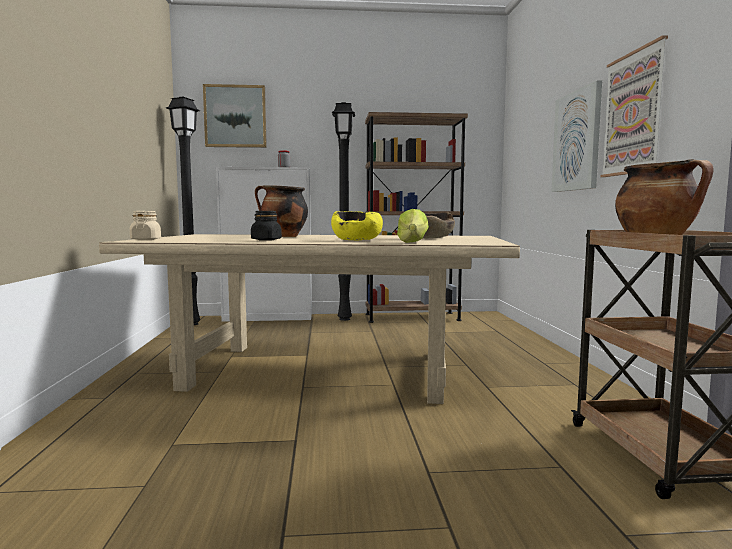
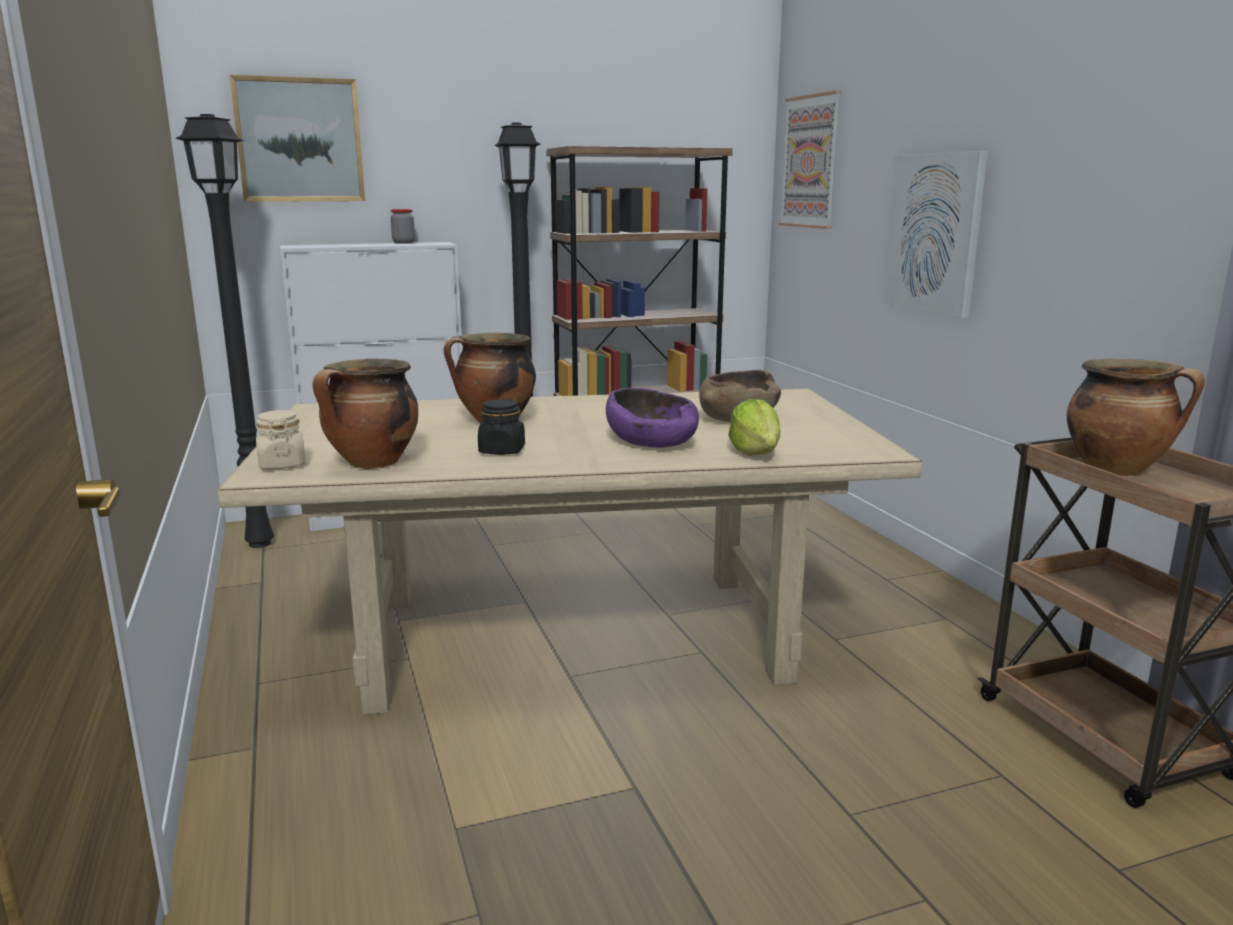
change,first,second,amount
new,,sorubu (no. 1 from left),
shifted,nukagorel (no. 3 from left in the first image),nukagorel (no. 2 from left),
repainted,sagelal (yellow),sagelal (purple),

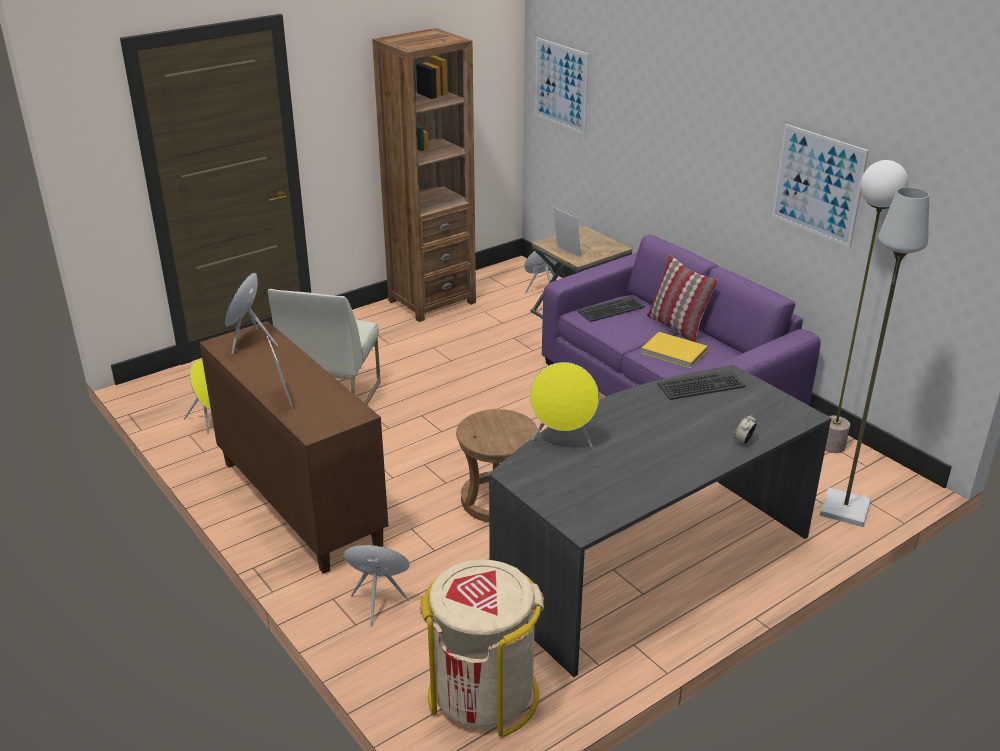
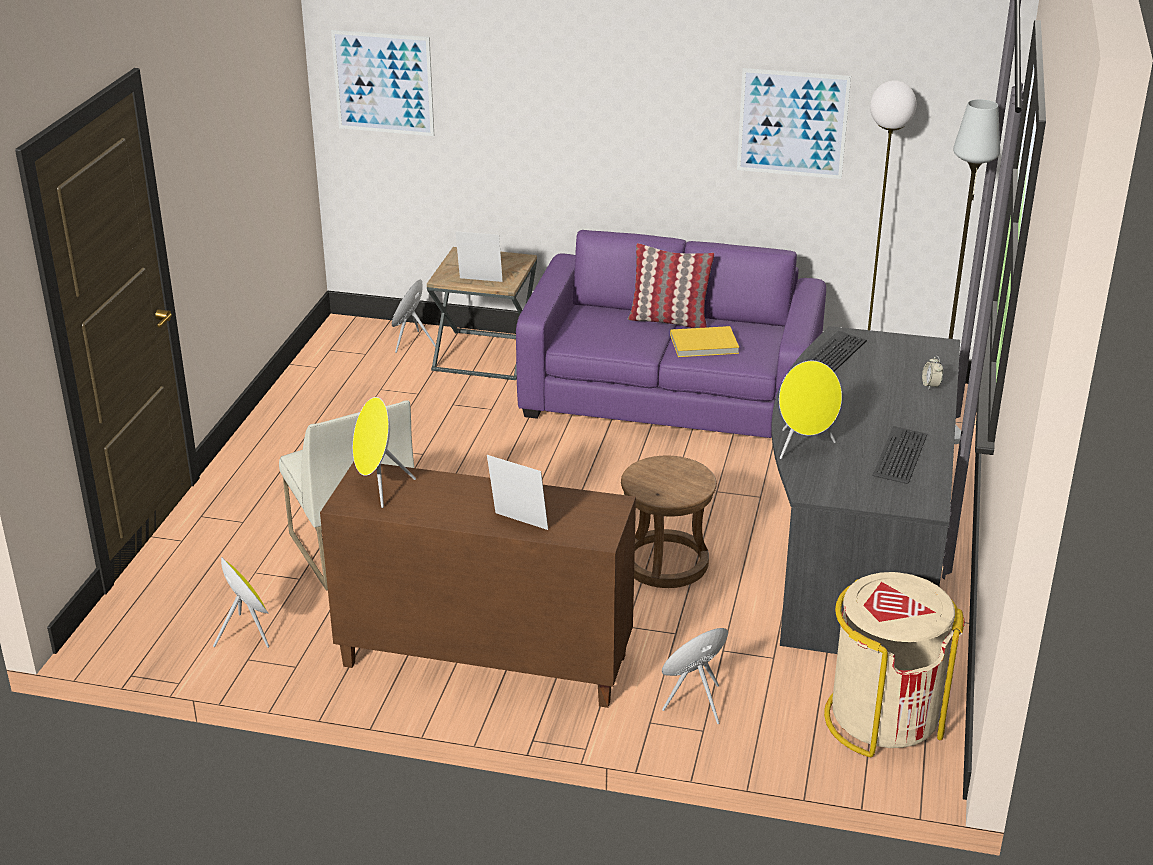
change,first,second,amount
gone,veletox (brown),,
shifted,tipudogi (no. 1 from left in the first image),tipudogi (no. 2 from left),

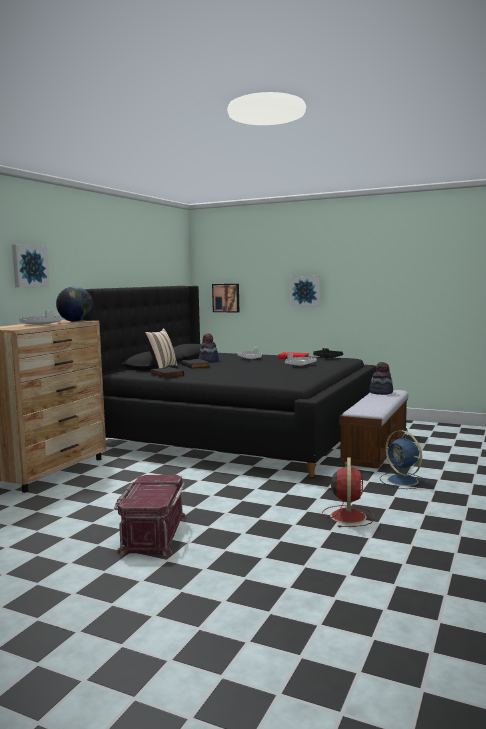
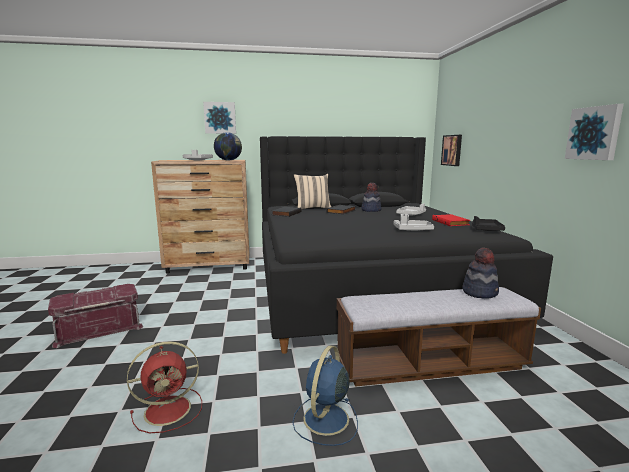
change,first,second,amount
shifted,nukagorel (no. 3 from left),,

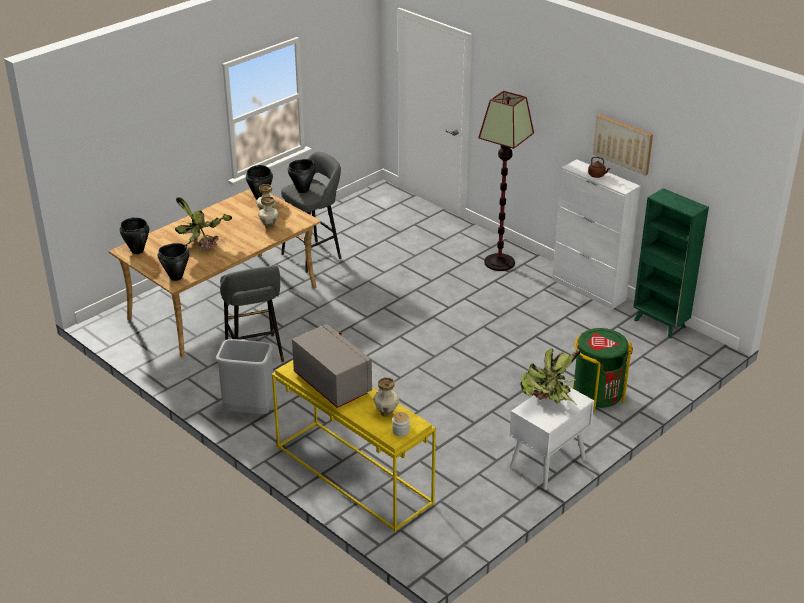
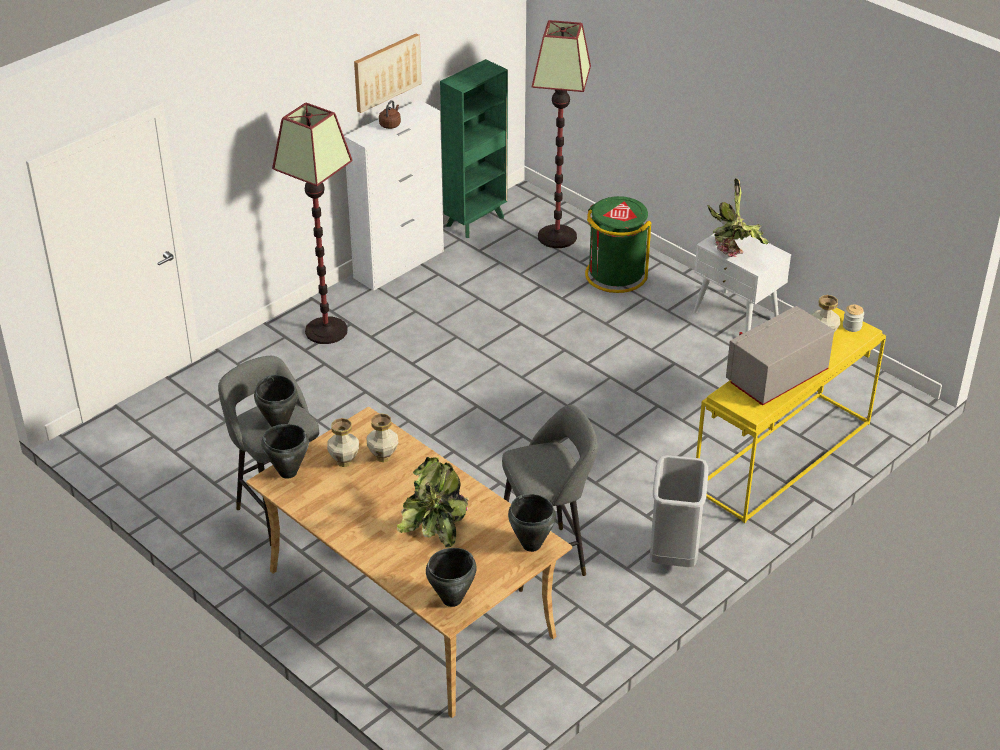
change,first,second,amount
new,,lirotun (no. 2 from left),

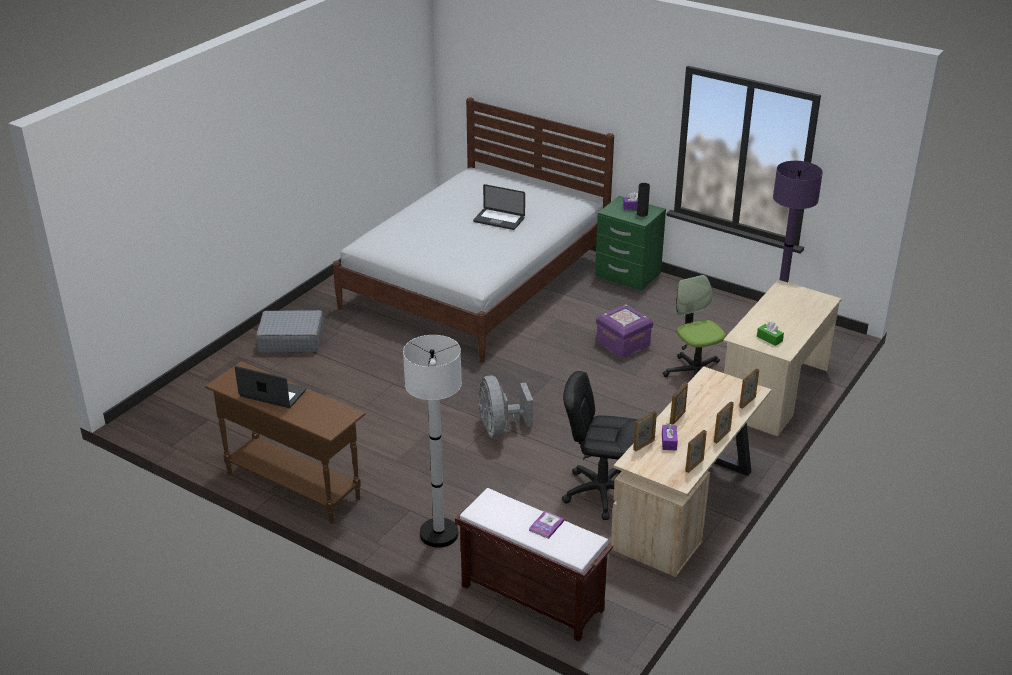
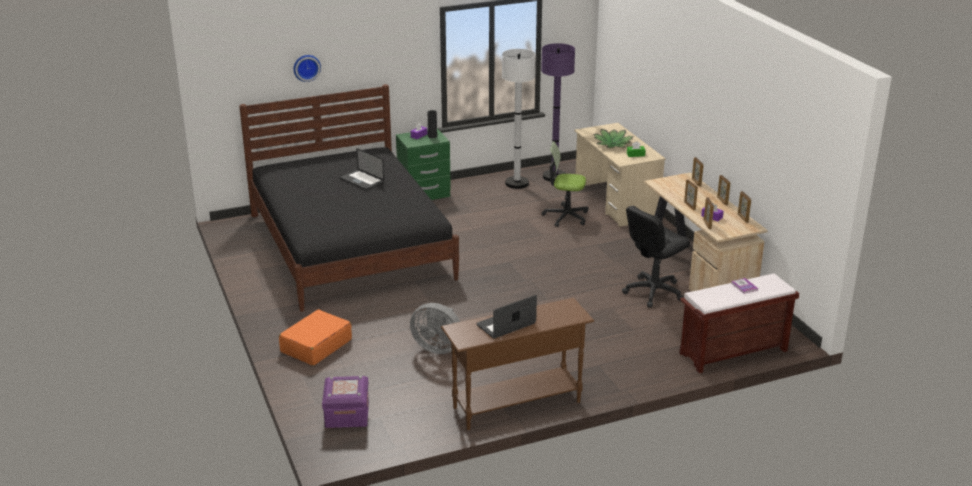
change,first,second,amount
new,,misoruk,
new,,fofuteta,
shifted,lirotun (white),,
shifted,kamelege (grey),,
shifted,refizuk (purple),,
repainted,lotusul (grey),lotusul (orange),
repainted,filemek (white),filemek (black),
rotated,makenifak (no. 2 from left in the first image),makenifak (no. 1 from left),75 degrees clockwise

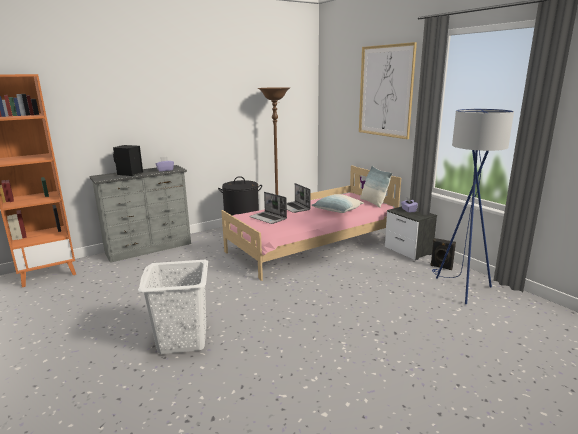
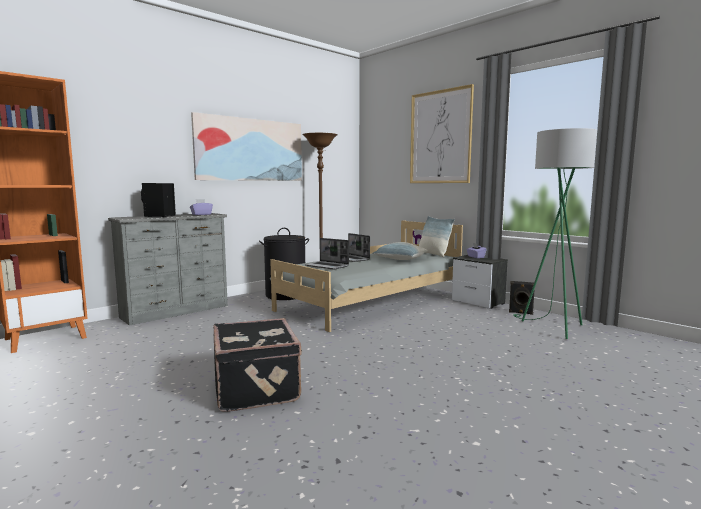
change,first,second,amount
new,,nukagorel (no. 1 from left),
swapped,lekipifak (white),lotusul (black),
repainted,filemek (pink),filemek (grey),
repainted,lirotun (blue),lirotun (green),

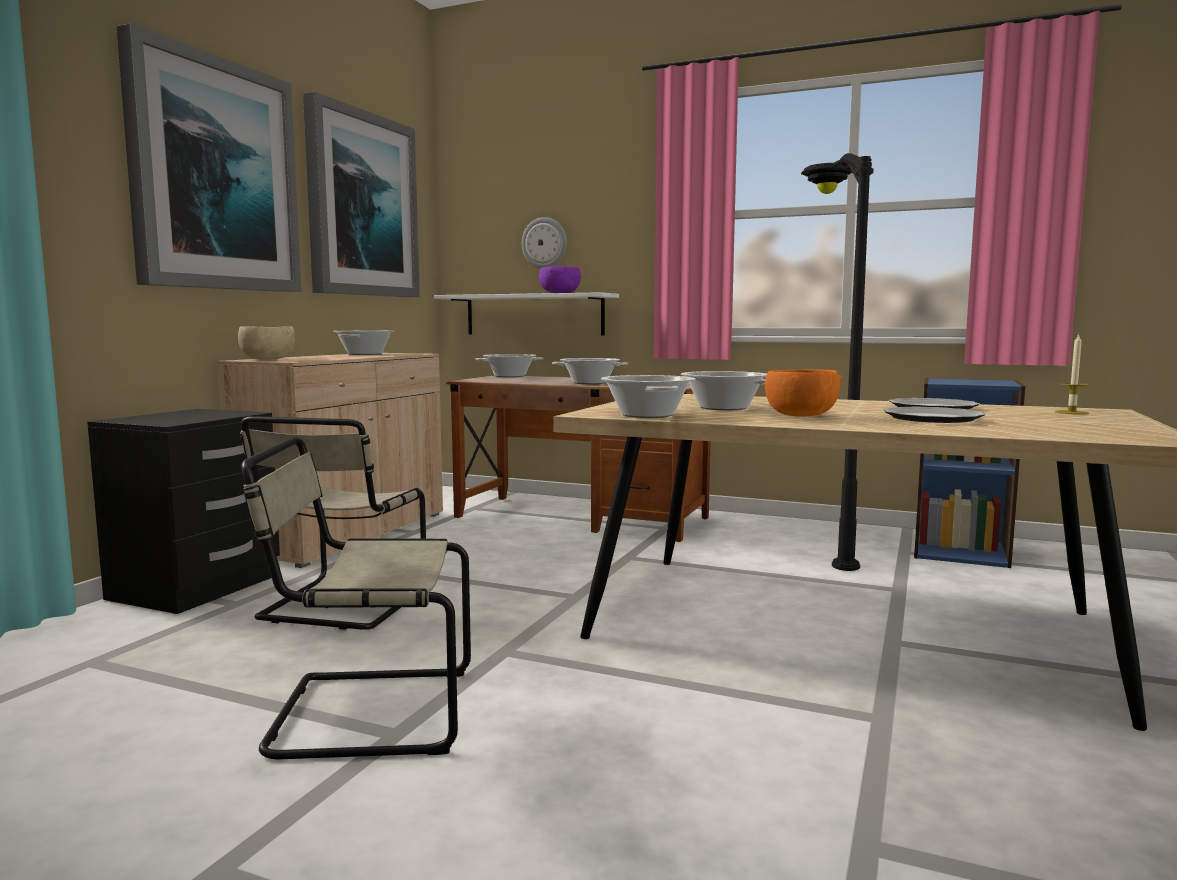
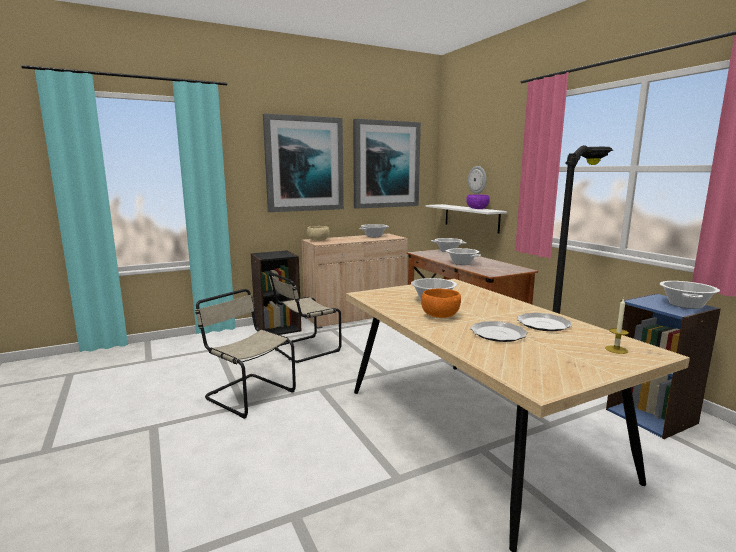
change,first,second,amount
shifted,sorubu (no. 4 from left in the first image),sorubu (no. 5 from left),
swapped,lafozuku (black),veletox (black),

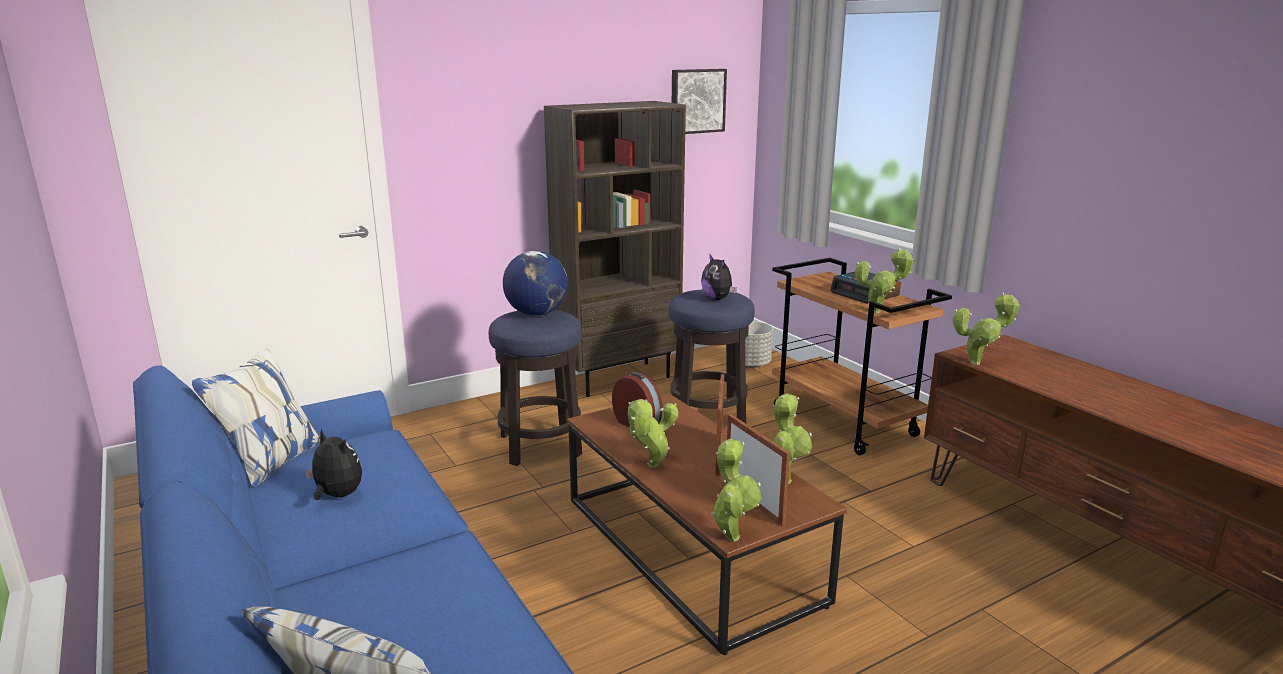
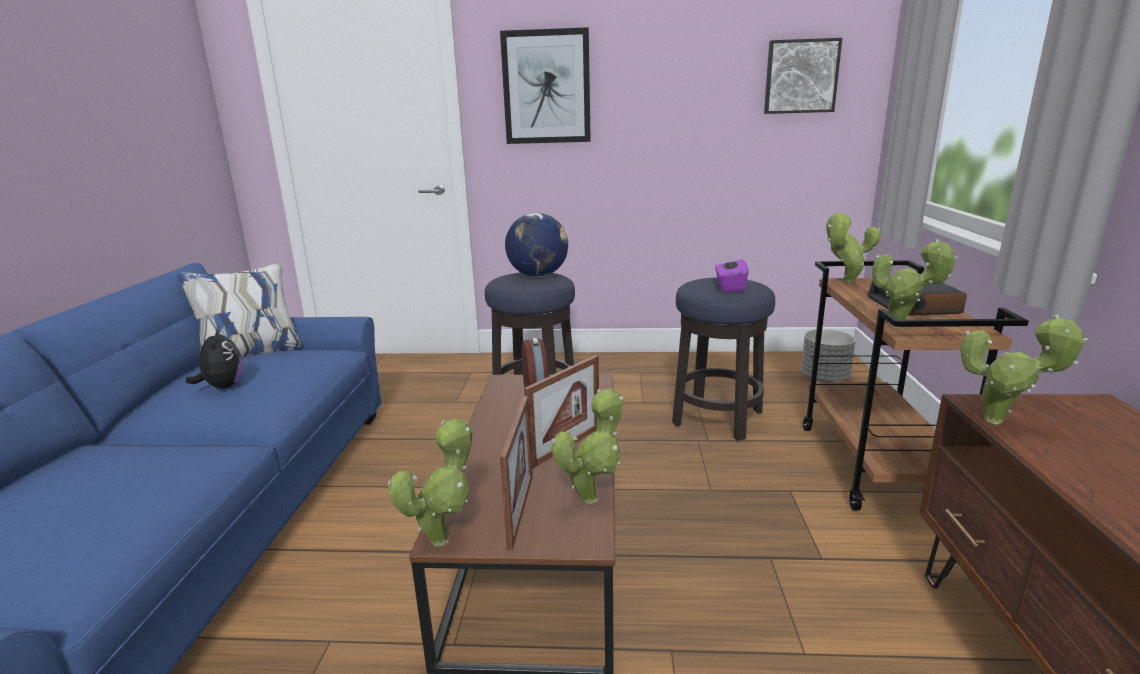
change,first,second,amount
gone,veletox (brown),,
new,,nukagorel (no. 1 from left),
shifted,fofuteta (no. 1 from left in the first image),fofuteta (no. 3 from left),
swapped,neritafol (no. 2 from left),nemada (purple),

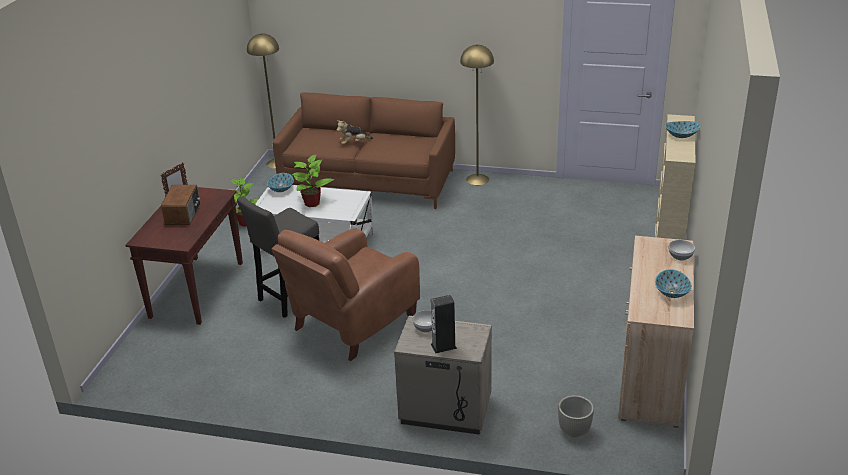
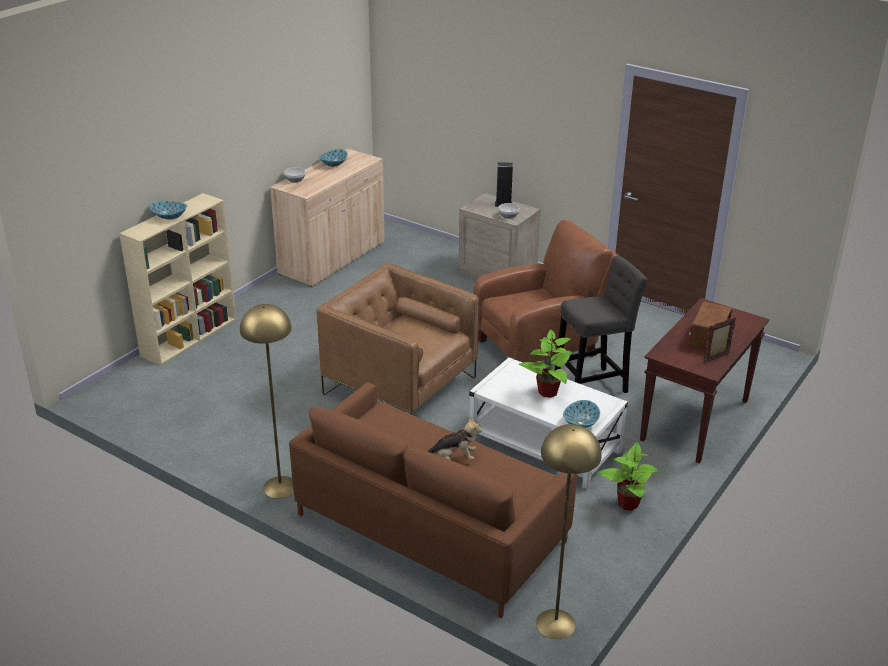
change,first,second,amount
gone,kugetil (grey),,
new,,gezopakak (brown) (no. 1 from left),

